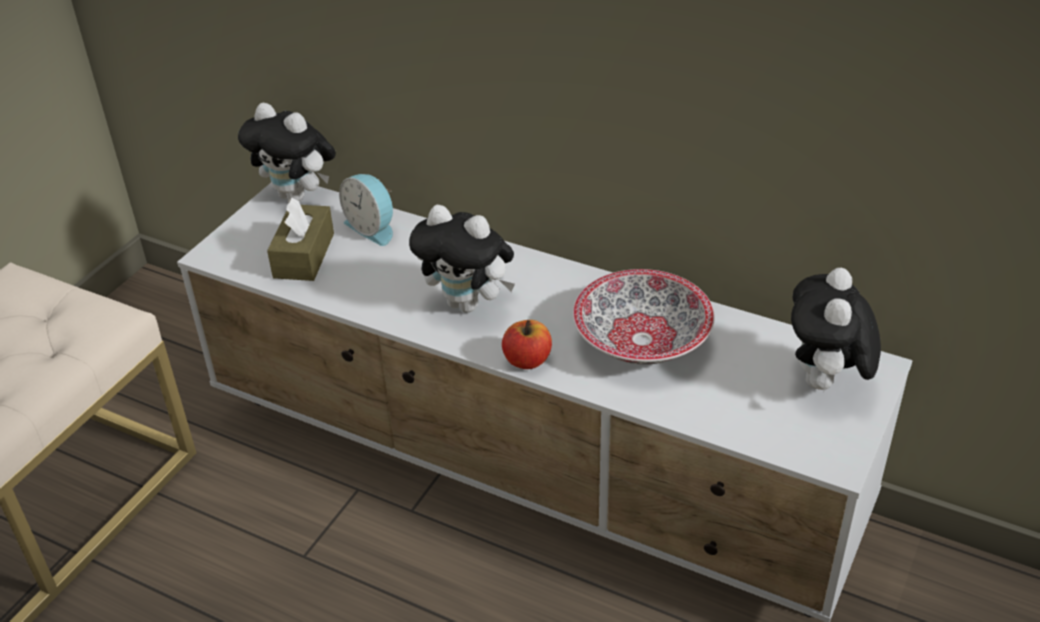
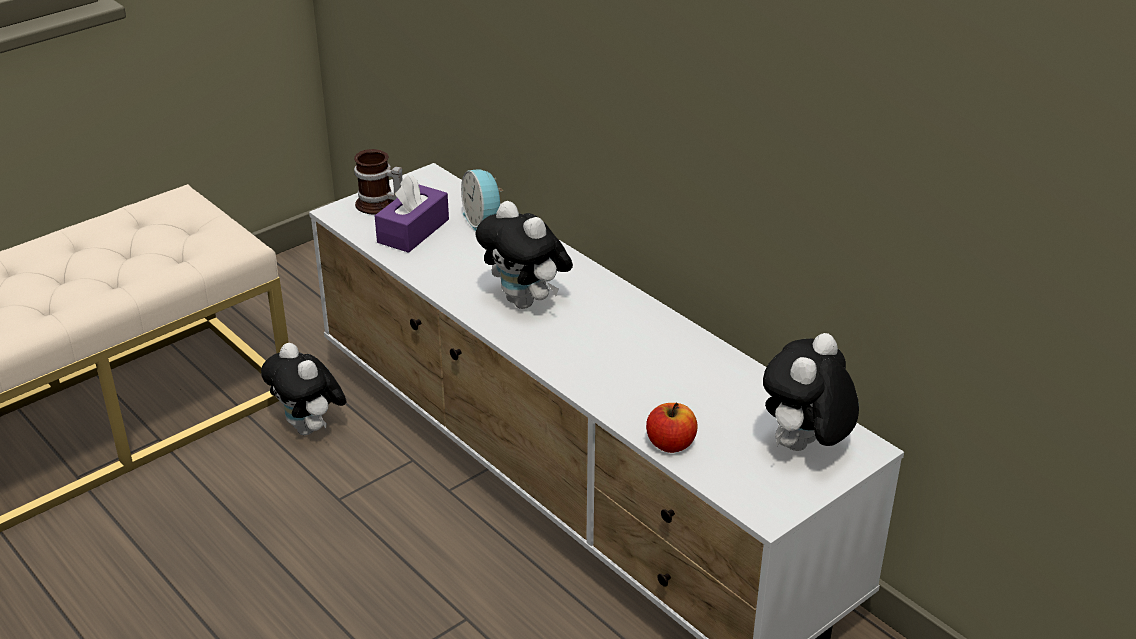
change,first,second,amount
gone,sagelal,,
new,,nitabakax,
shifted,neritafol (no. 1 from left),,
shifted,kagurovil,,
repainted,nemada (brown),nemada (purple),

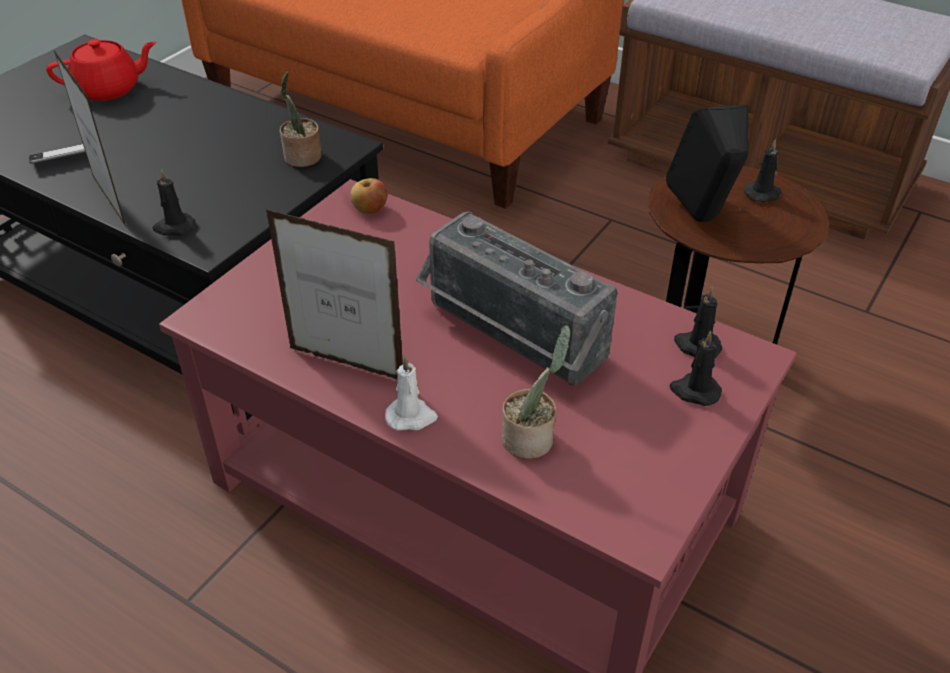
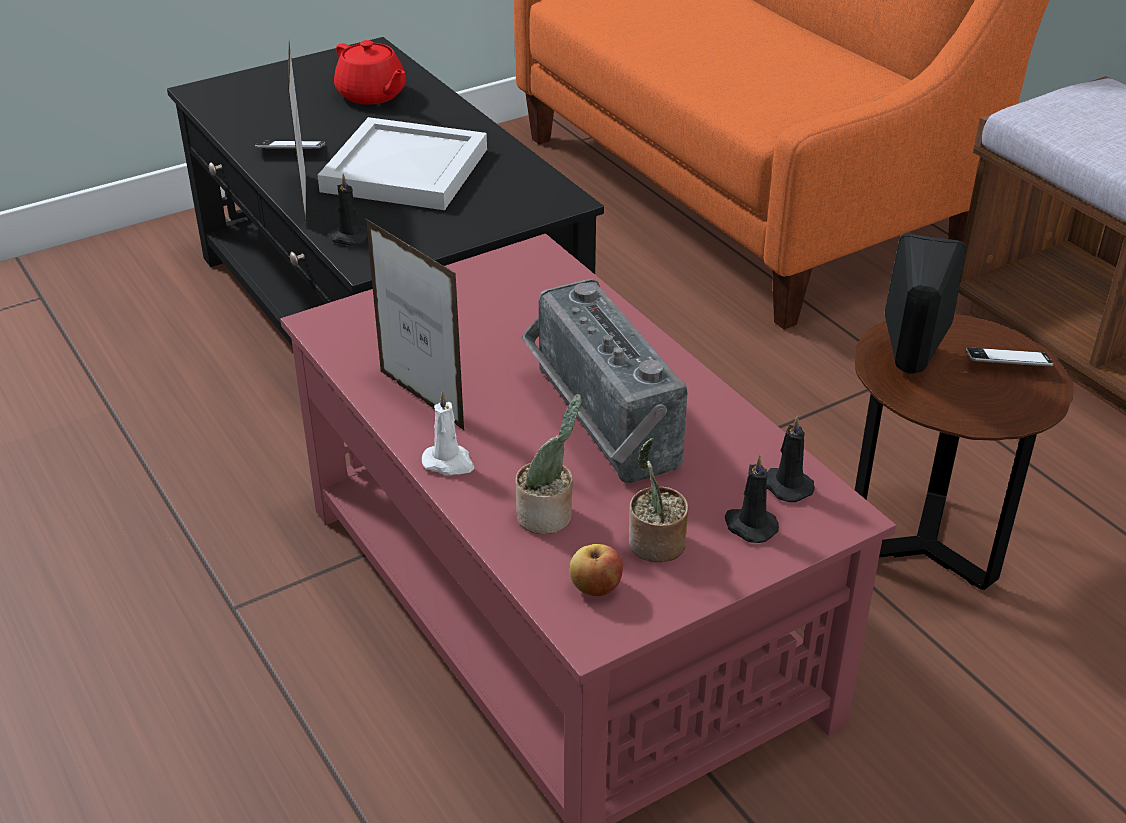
change,first,second,amount
new,,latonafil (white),
shifted,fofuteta (no. 1 from left in the first image),fofuteta (no. 2 from left),
shifted,kagurovil,,
swapped,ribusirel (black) (no. 4 from left),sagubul (no. 2 from left),
rotated,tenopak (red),,45 degrees clockwise

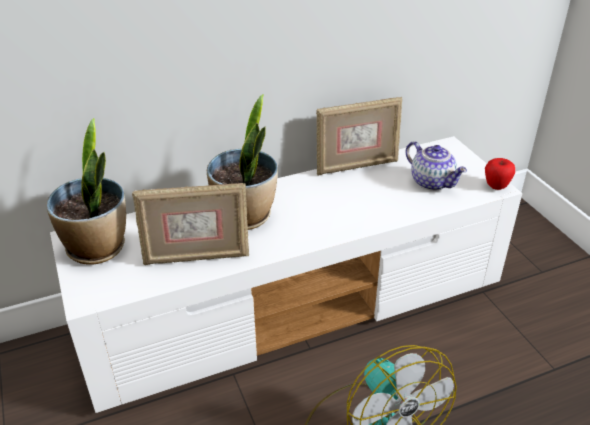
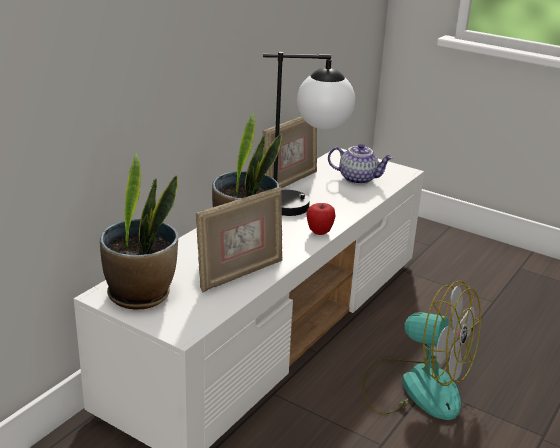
change,first,second,amount
new,,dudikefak,
shifted,kagurovil,,

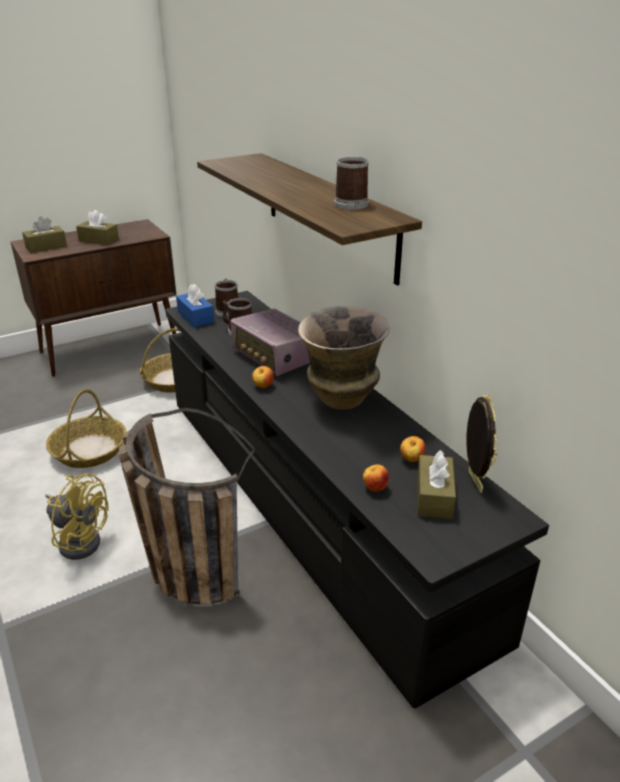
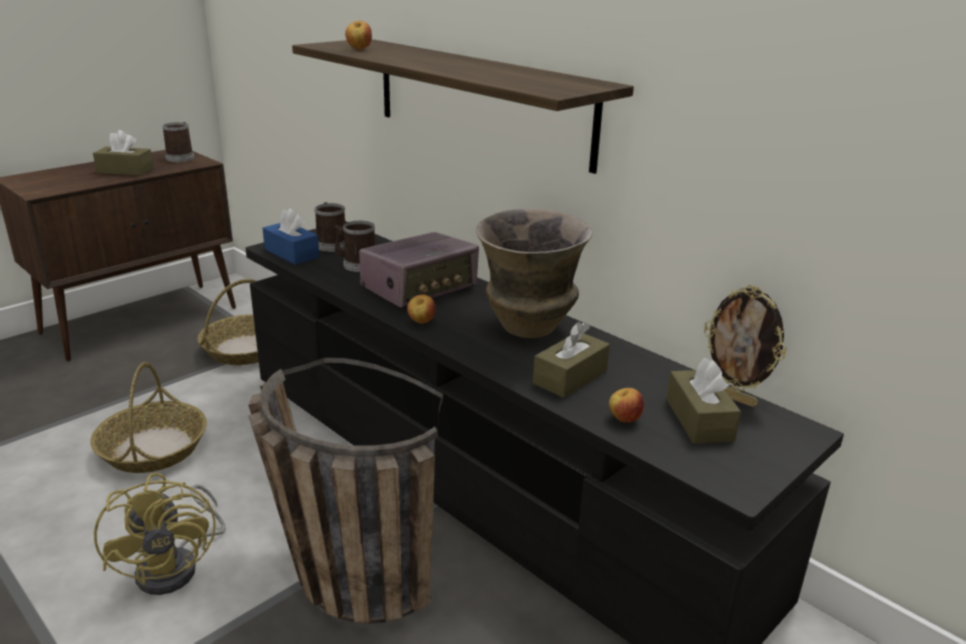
change,first,second,amount
shifted,nemada (brown) (no. 1 from left in the first image),nemada (brown) (no. 2 from left),
shifted,nitabakax (no. 3 from left in the first image),nitabakax (no. 1 from left),
shifted,kagurovil (no. 3 from left in the first image),kagurovil (no. 1 from left),
rotated,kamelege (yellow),,60 degrees clockwise
rotated,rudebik,,75 degrees counterclockwise
rotated,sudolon,,150 degrees clockwise

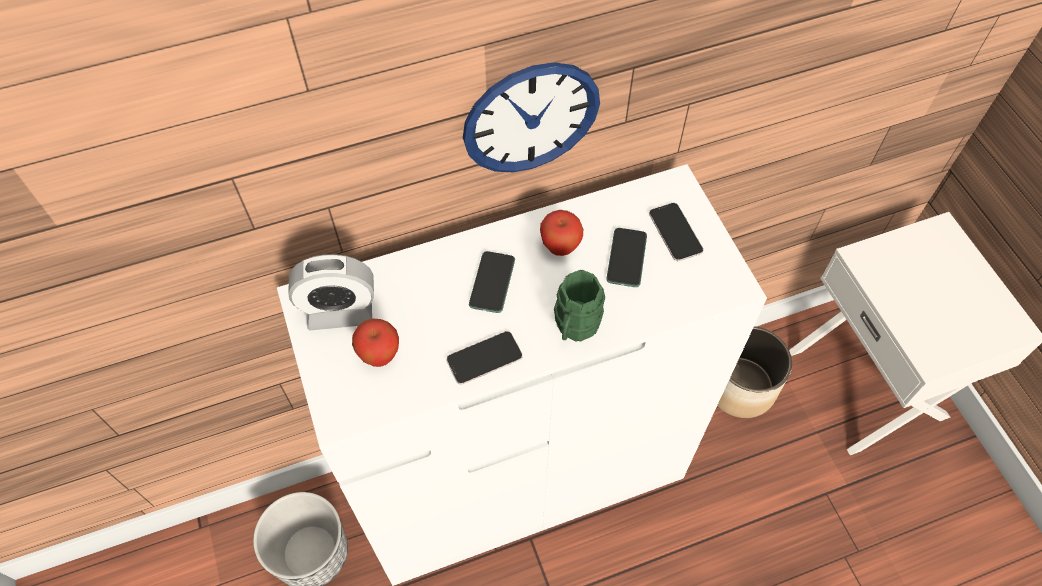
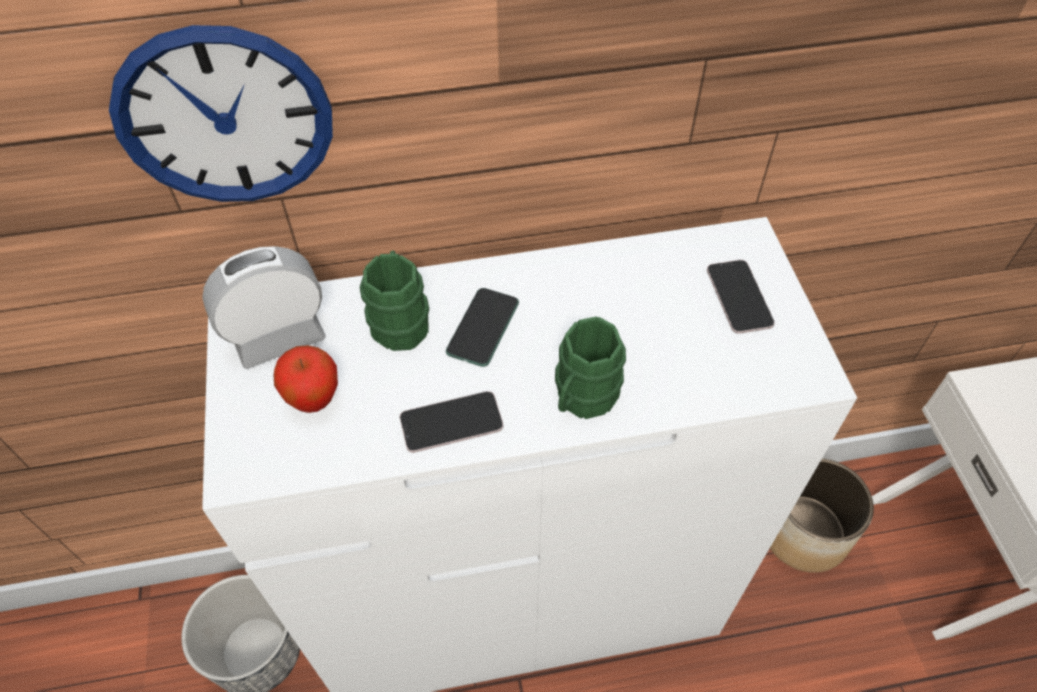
change,first,second,amount
gone,kagurovil (no. 2 from left),,
gone,sagubul (no. 3 from left),,
new,,nitabakax (green) (no. 1 from left),
shifted,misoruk,,
rotated,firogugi,,150 degrees clockwise

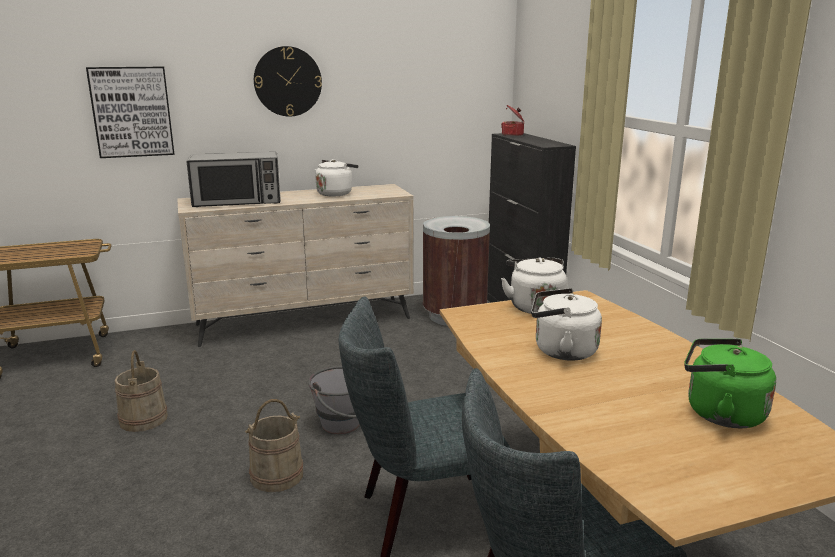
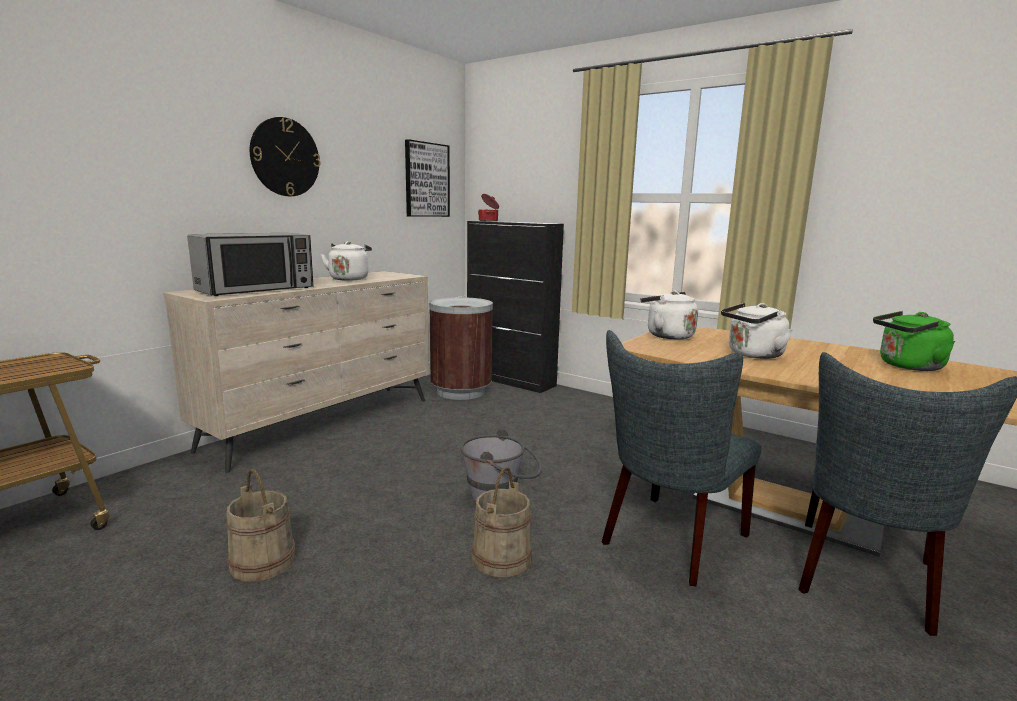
change,first,second,amount
shifted,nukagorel,,

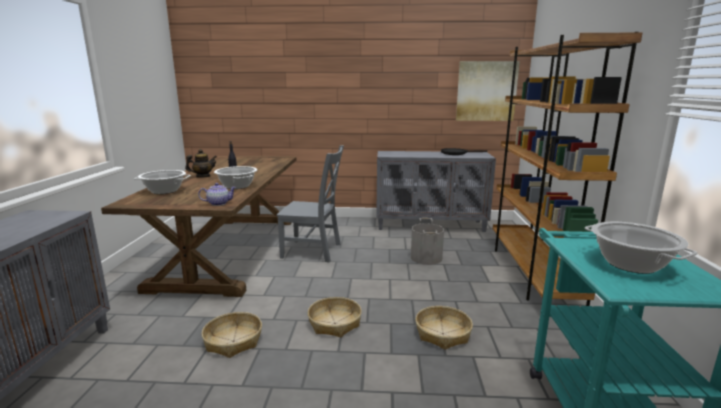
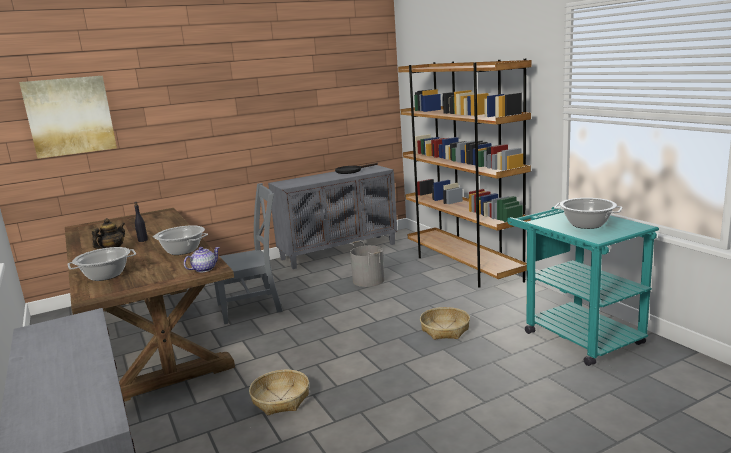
change,first,second,amount
gone,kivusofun (no. 2 from left),,
shifted,nukagorel,,

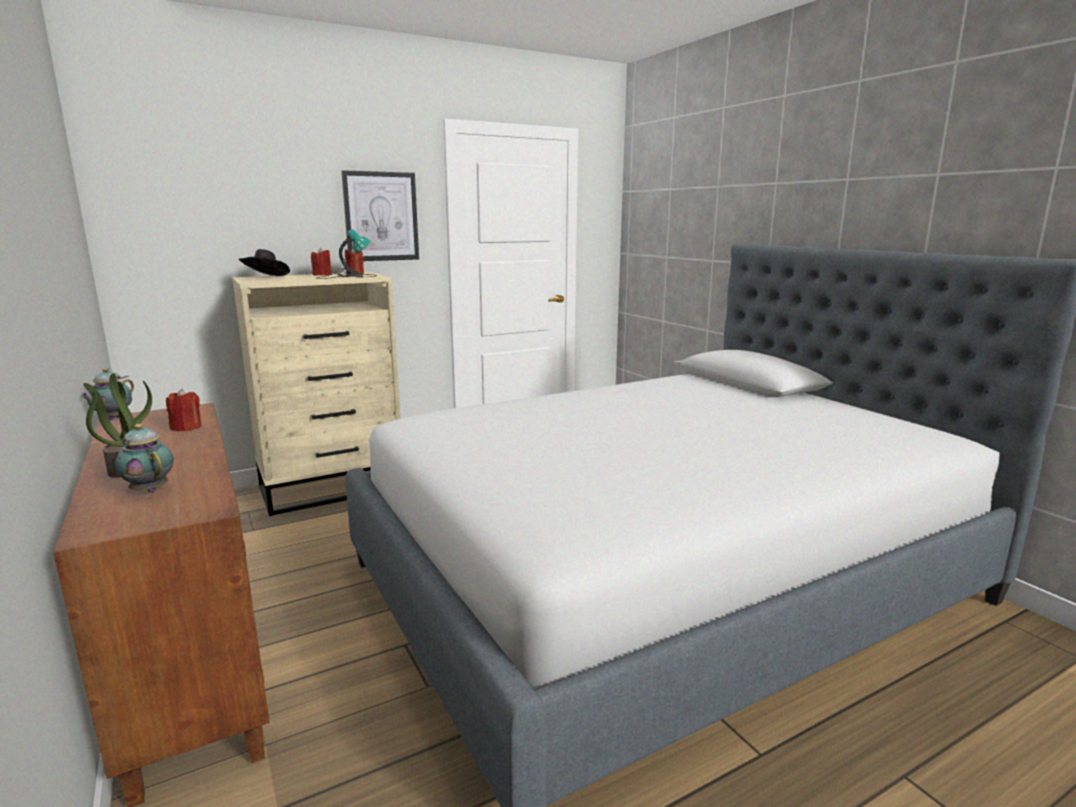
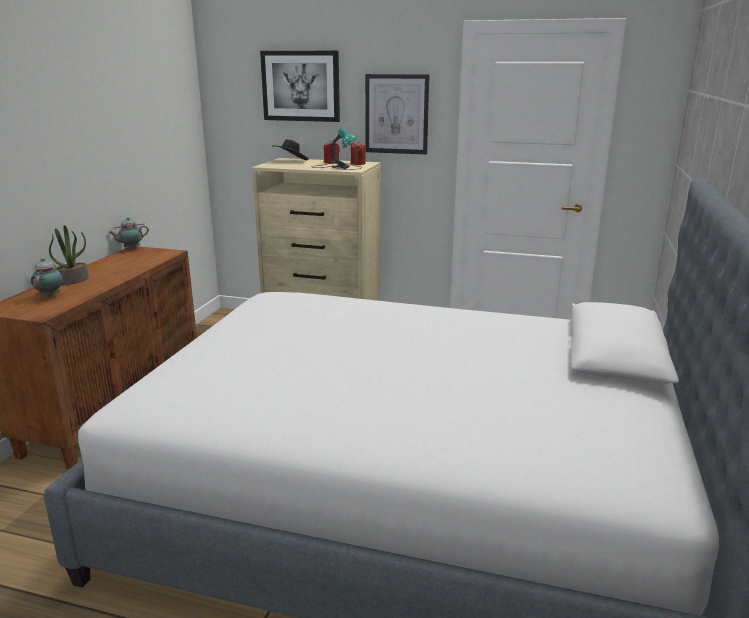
change,first,second,amount
gone,ribusirel (red) (no. 1 from left),,
new,,nukagorel (no. 1 from left),

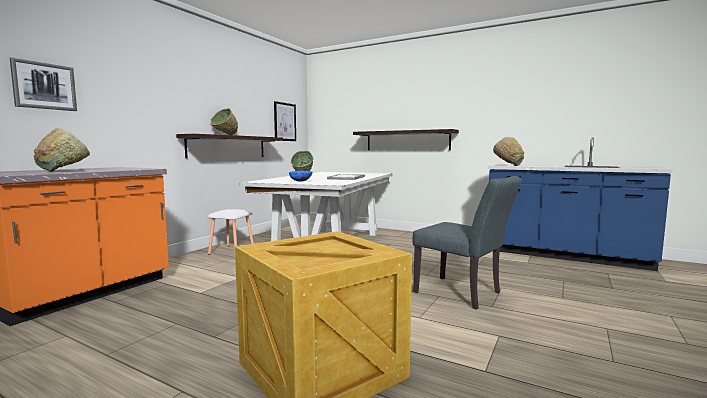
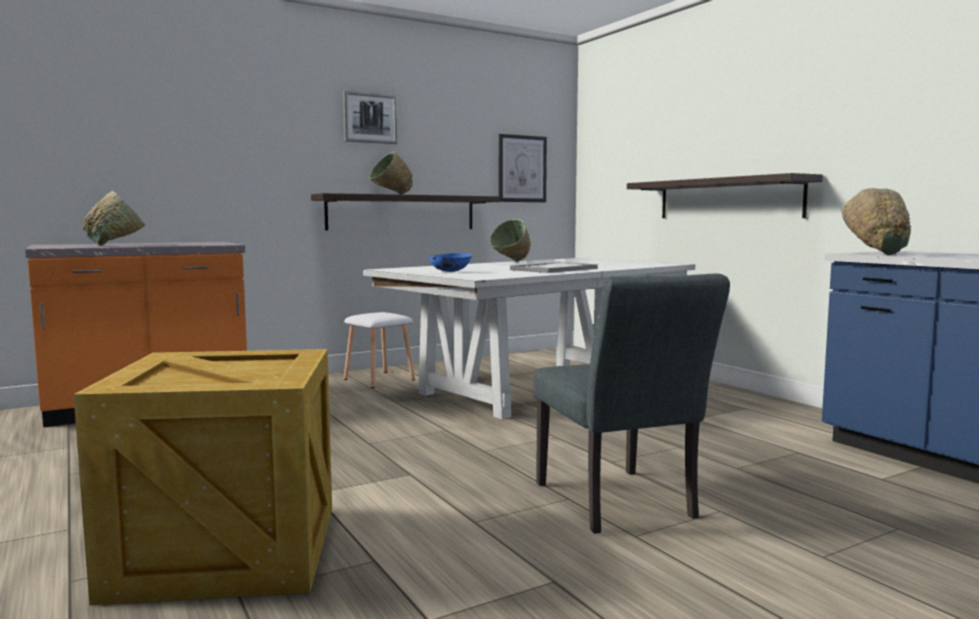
change,first,second,amount
shifted,nukagorel (no. 1 from left),,

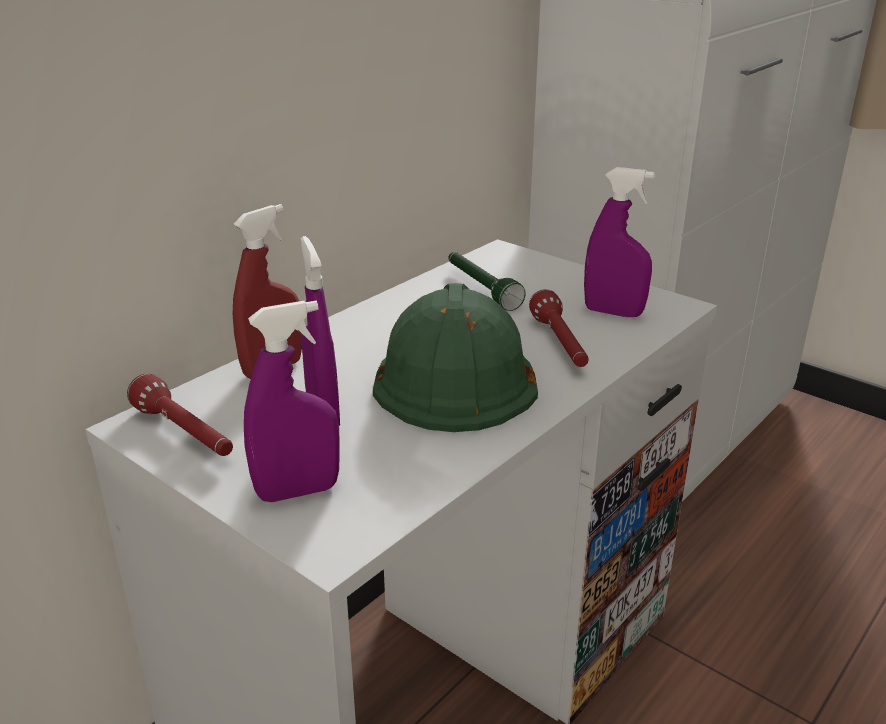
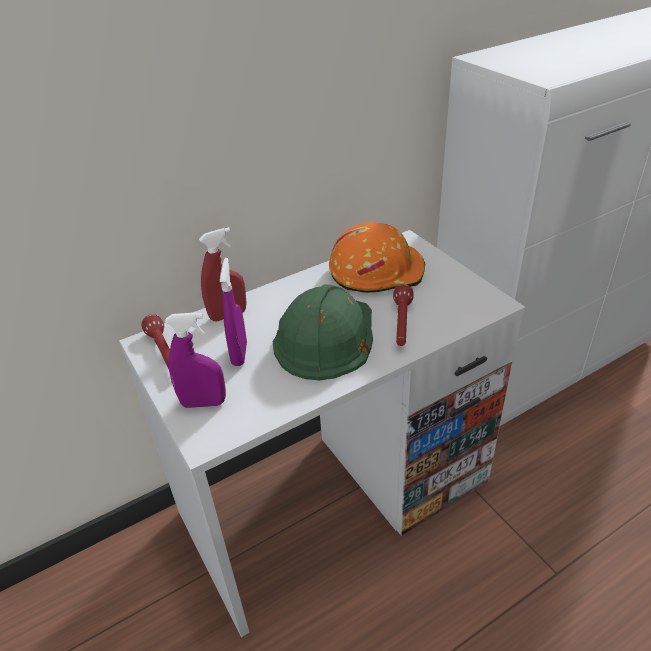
change,first,second,amount
gone,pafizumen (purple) (no. 3 from left),,
swapped,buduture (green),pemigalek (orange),

